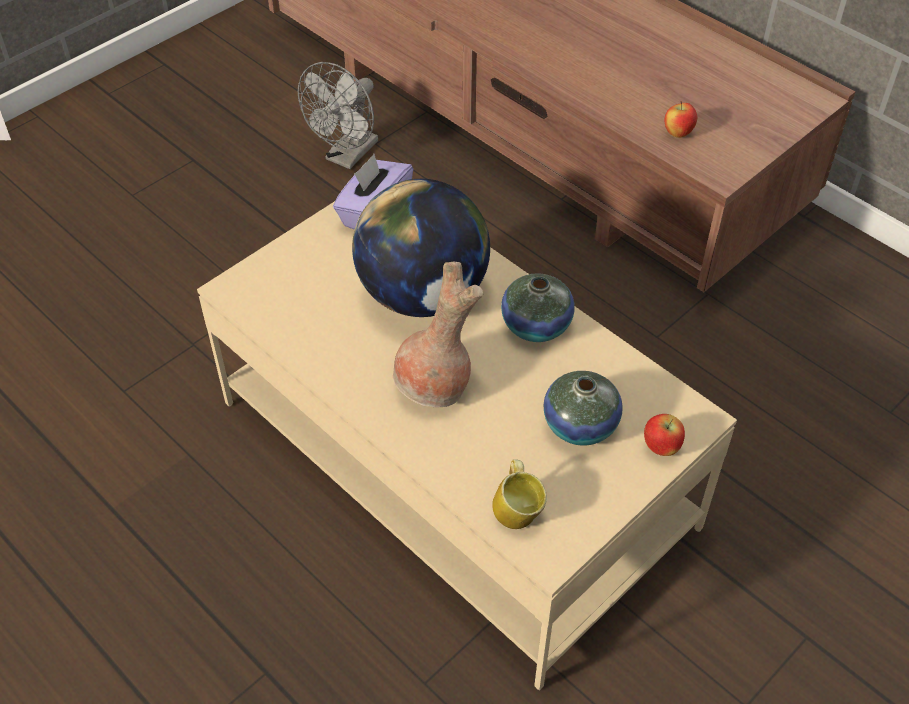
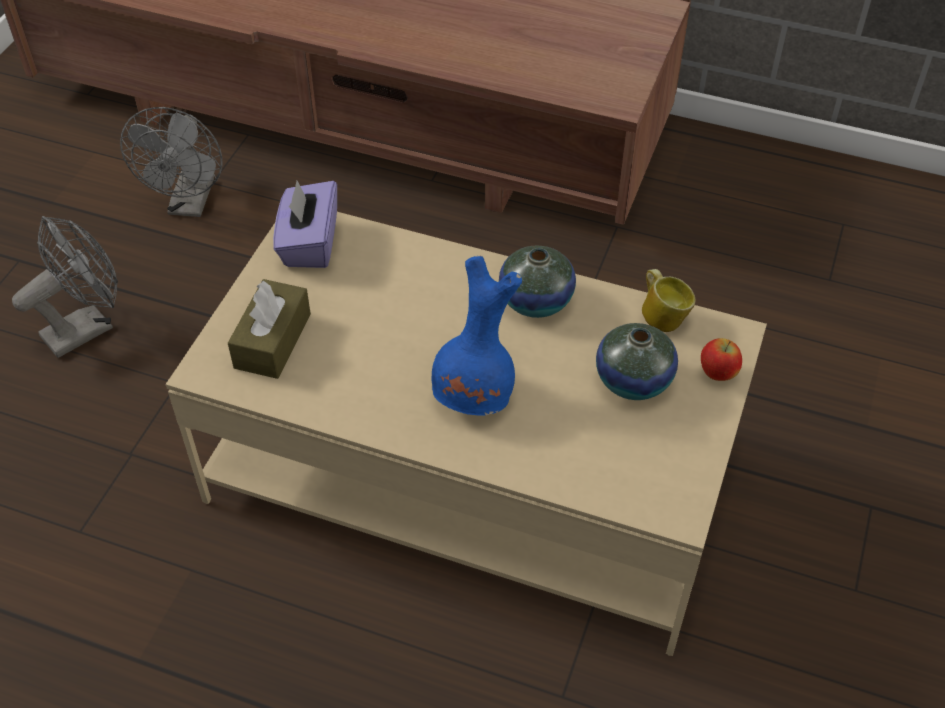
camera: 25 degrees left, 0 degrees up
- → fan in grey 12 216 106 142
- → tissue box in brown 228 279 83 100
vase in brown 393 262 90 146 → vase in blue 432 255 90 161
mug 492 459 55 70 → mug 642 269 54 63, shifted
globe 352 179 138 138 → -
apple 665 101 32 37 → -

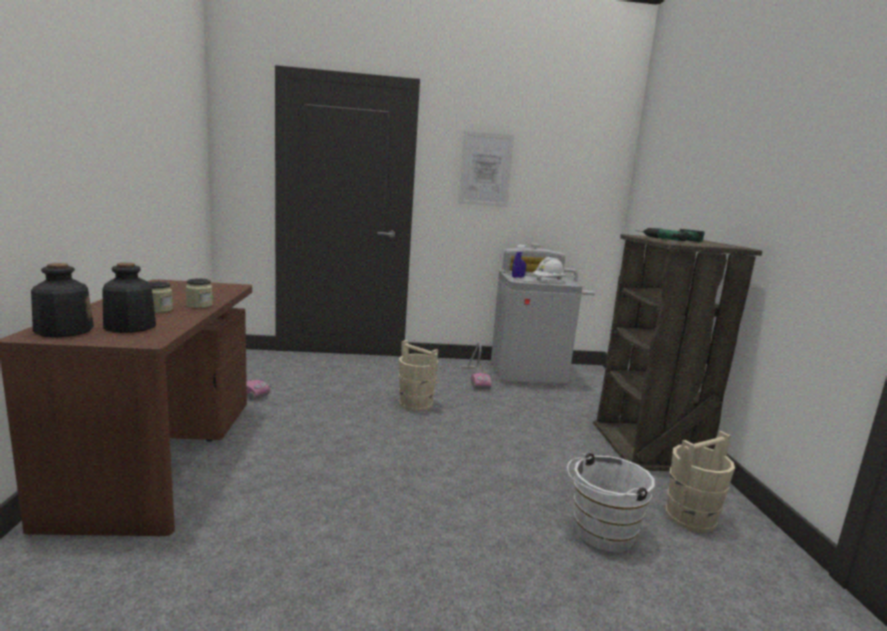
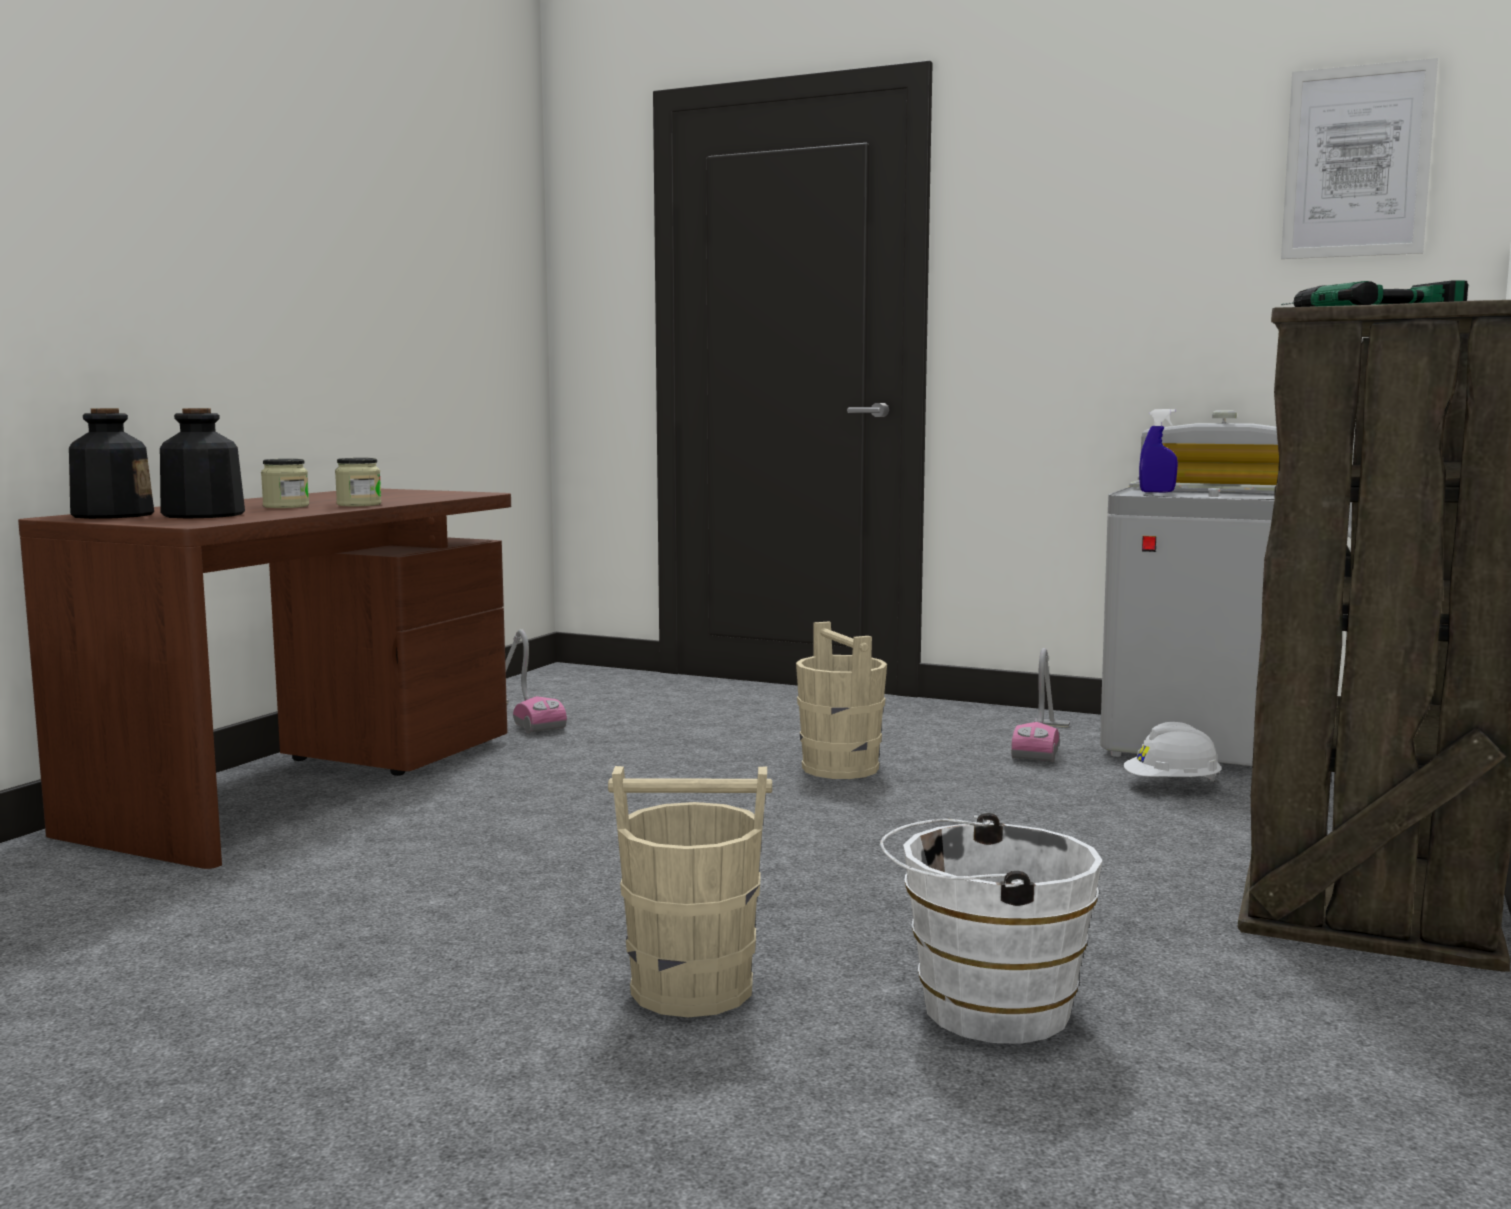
camera: 30 degrees right, 5 degrees down
bucket in beige 666 431 69 102 → bucket in beige 608 766 164 251, shifted
hard hat in white 533 257 32 23 → hard hat in white 1124 722 98 62, shifted
picture 458 131 56 76 → picture 1281 58 157 201, shifted

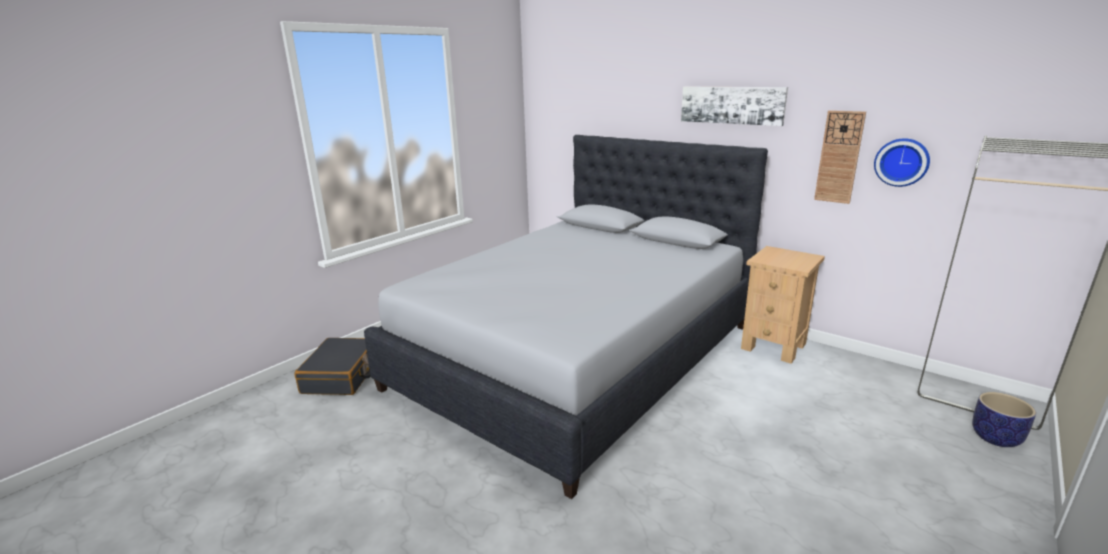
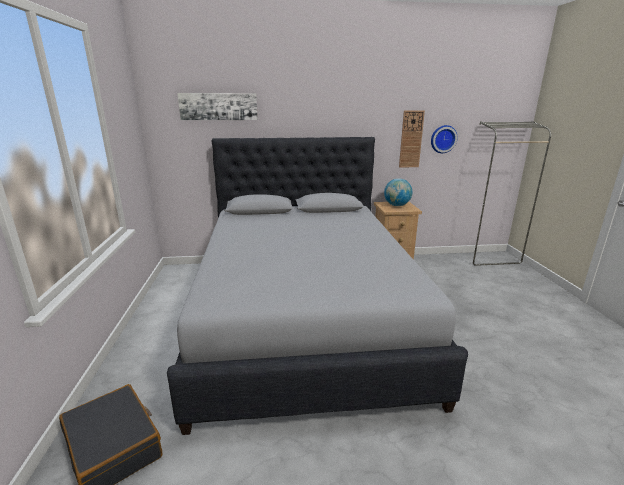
camera: 45 degrees left, 0 degrees up
picture 681 87 107 39 → picture 177 93 81 27, shifted
- → globe 384 178 29 28
planter 972 392 64 55 → -

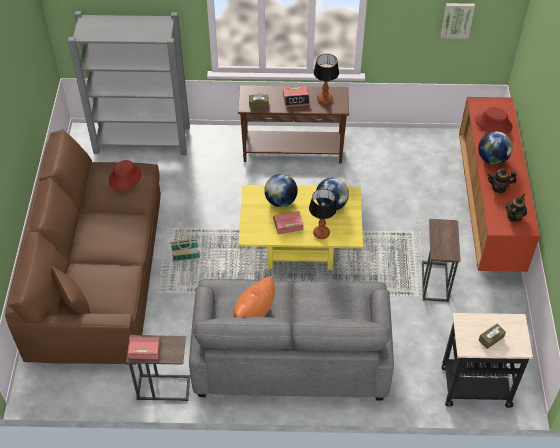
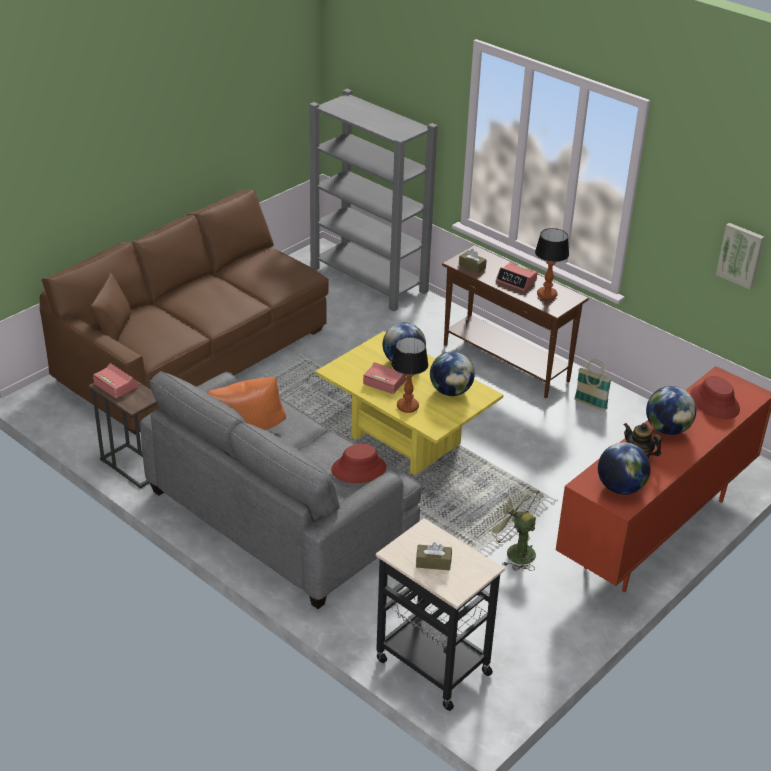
camera: 40 degrees right, 15 degrees down
hat in red 109 160 33 31 → hat in red 331 444 56 39, shifted
side table in brown 422 219 38 83 → fan in green 487 484 55 87
basket 170 232 30 30 → basket 574 359 38 52, shifted
teapot 506 193 21 29 → globe 598 442 53 53

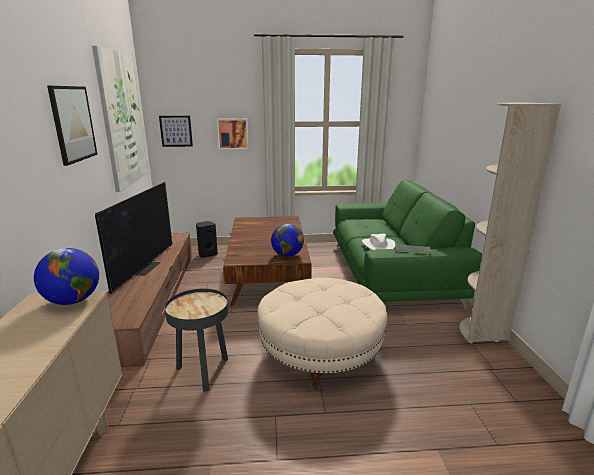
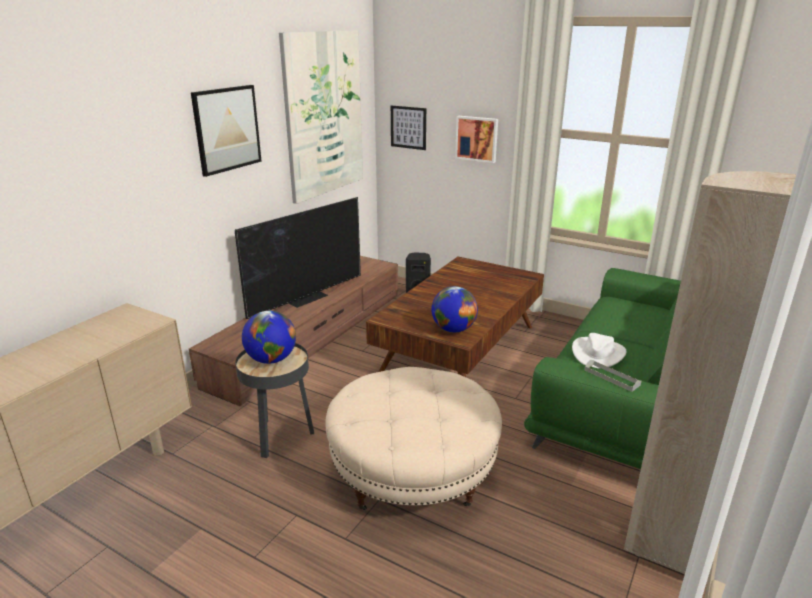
camera: 35 degrees right, 5 degrees up
globe 34 248 65 57 → globe 242 310 54 54, shifted

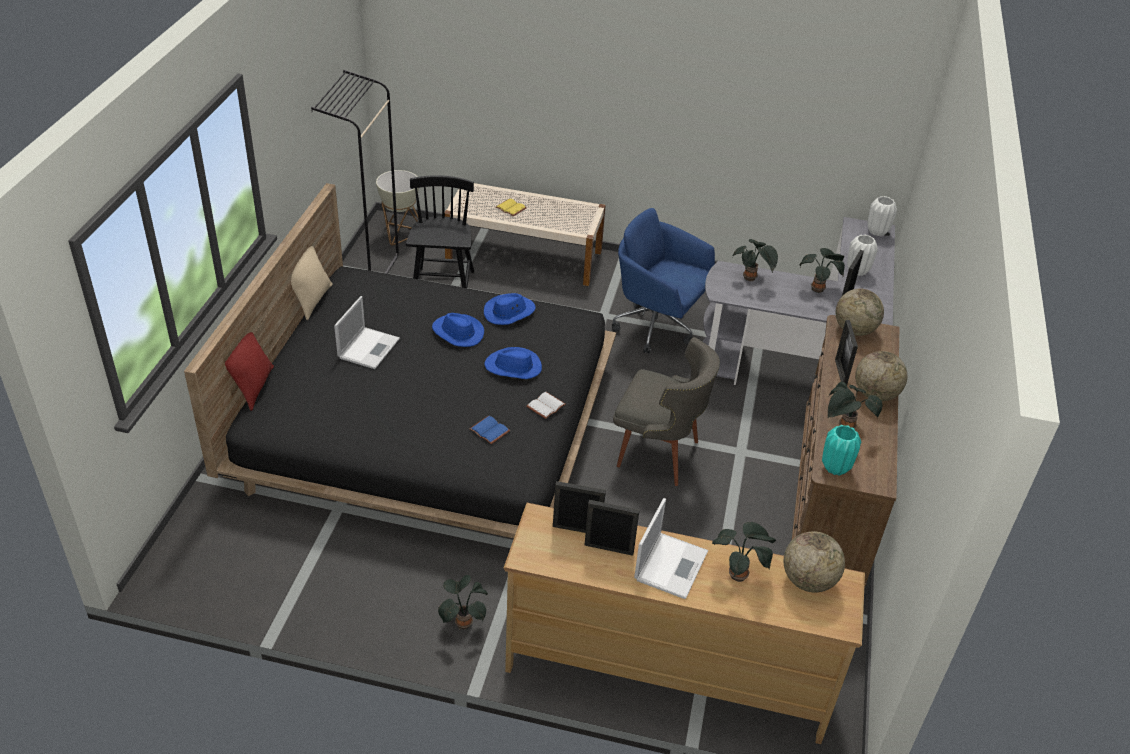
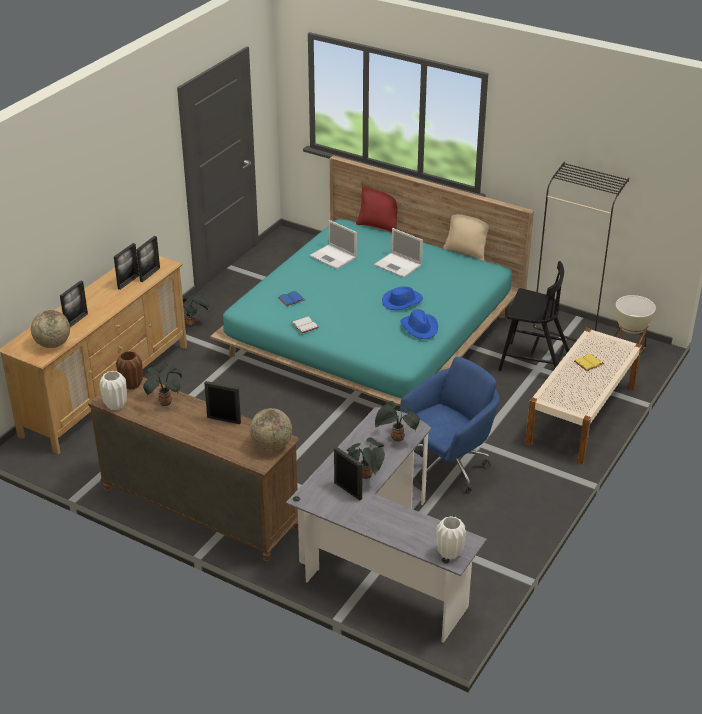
camera: 110 degrees right, 5 degrees down
potted plant 712 522 64 60 → picture frame 60 280 28 47
vase in white 847 235 31 41 → vase in white 99 371 28 39, shifted
vase in turquoise 822 425 39 51 → vase in brown 116 351 27 39
bed in black 184 183 432 355 → bed in turquoise 210 155 324 251
laptop 634 498 74 101 → laptop 310 220 47 49, shifted
hat in blue 485 347 57 32 → -
chair in grey 613 337 107 149 → -
globe 855 351 52 50 → -

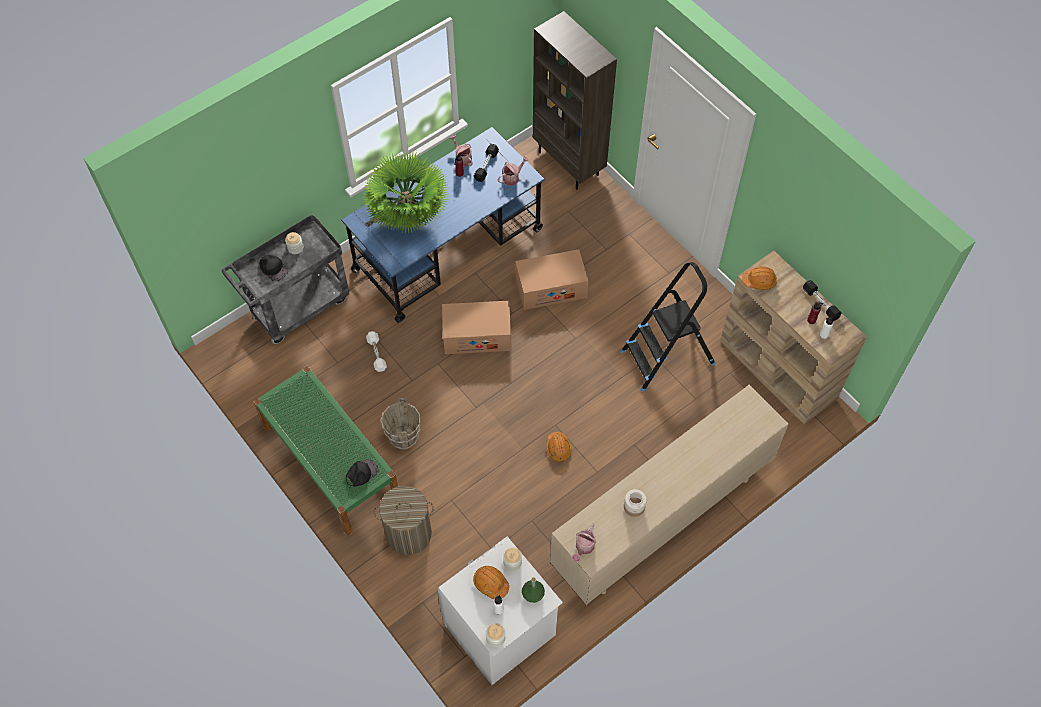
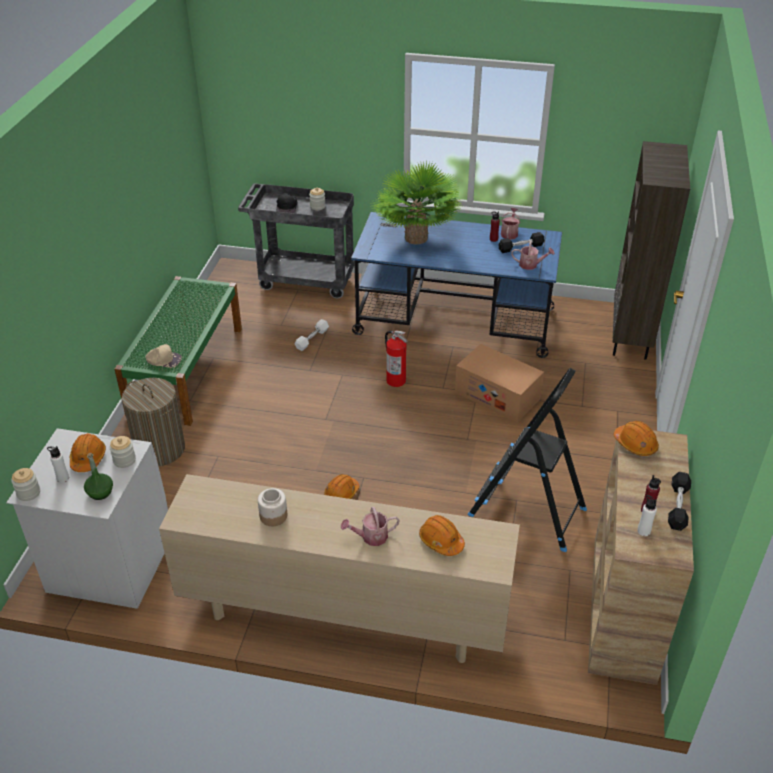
camera: 50 degrees right, 20 degrees down
cap in black 346 459 33 27 → cap in beige 145 344 37 24
watering can 572 524 24 38 → watering can 341 507 59 39, shifted
cardboard box 442 301 69 53 → fire extinguisher 385 330 22 57
- → hard hat in orange 419 515 46 41
bucket in brown 381 398 39 52 → -

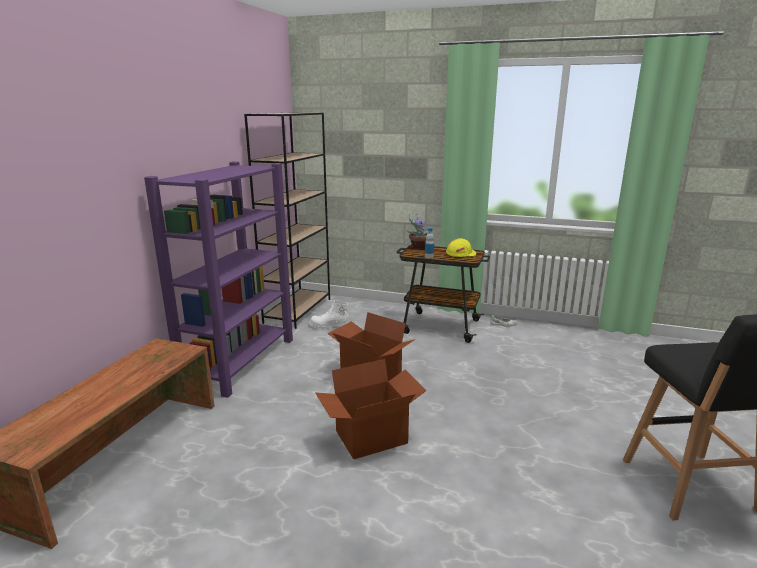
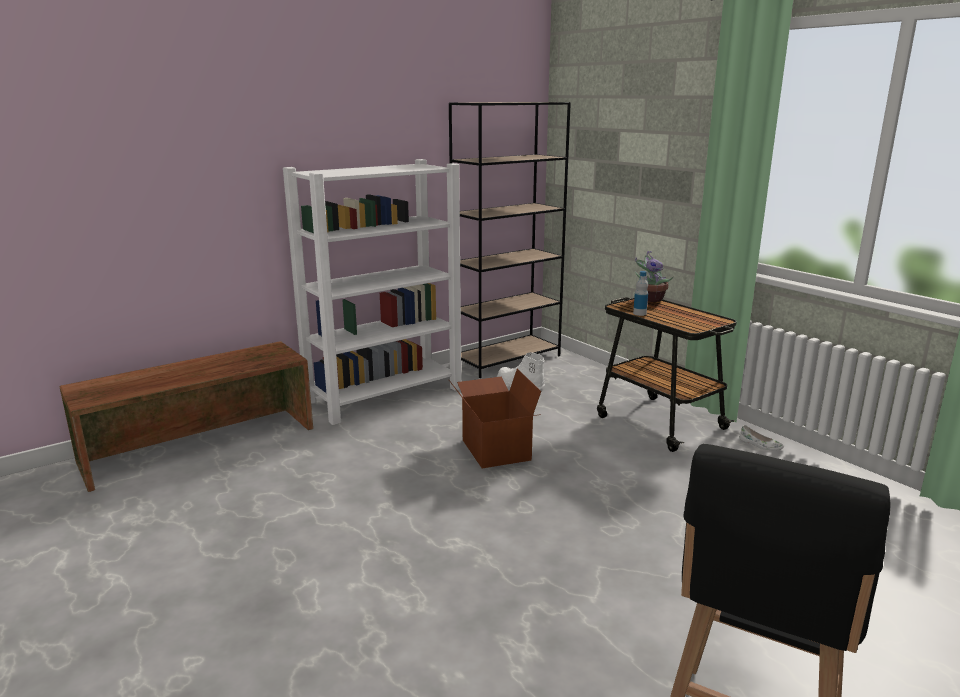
camera: 35 degrees right, 0 degrees up
bookcase in purple 144 161 149 237 → bookcase in white 283 159 178 266
cardboard box 315 359 112 100 → -
hard hat in yellow 446 238 30 20 → -

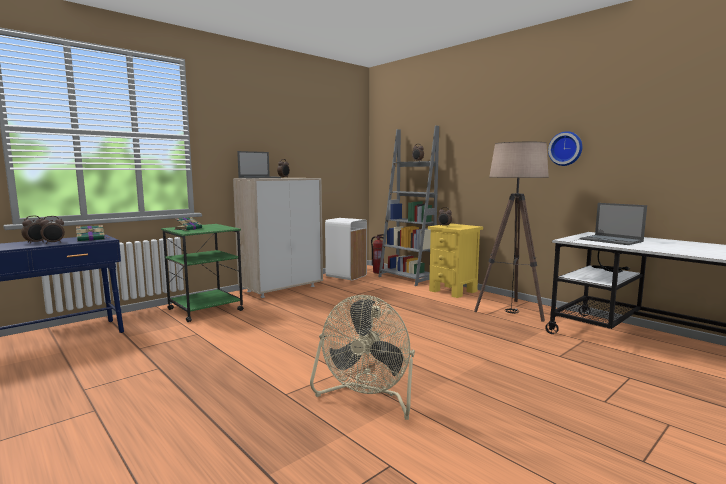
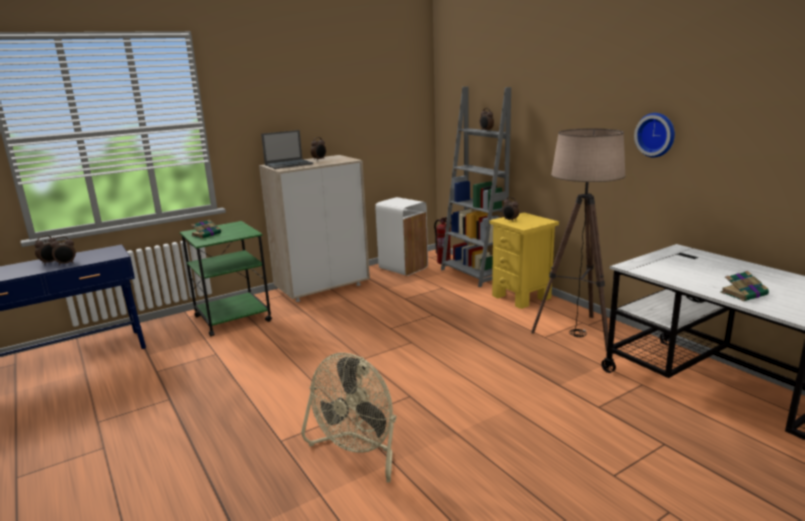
camera: 10 degrees right, 10 degrees up
book 76 225 34 16 → book 720 271 49 30, shifted
laptop 580 203 67 42 → -

